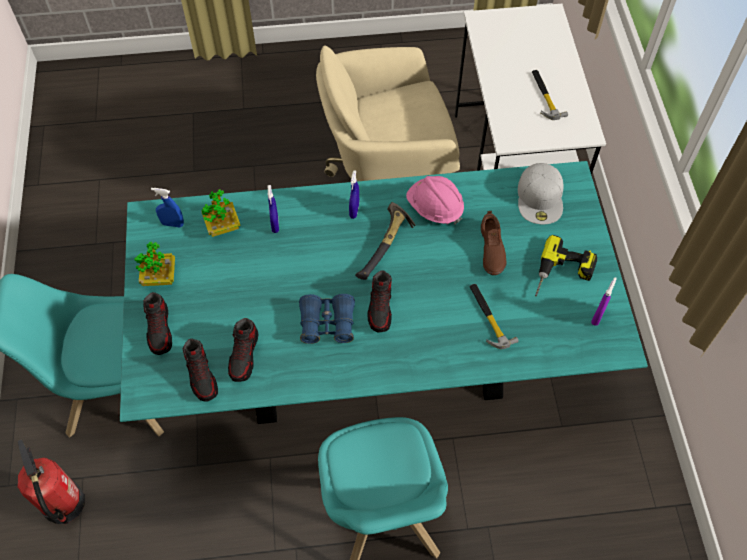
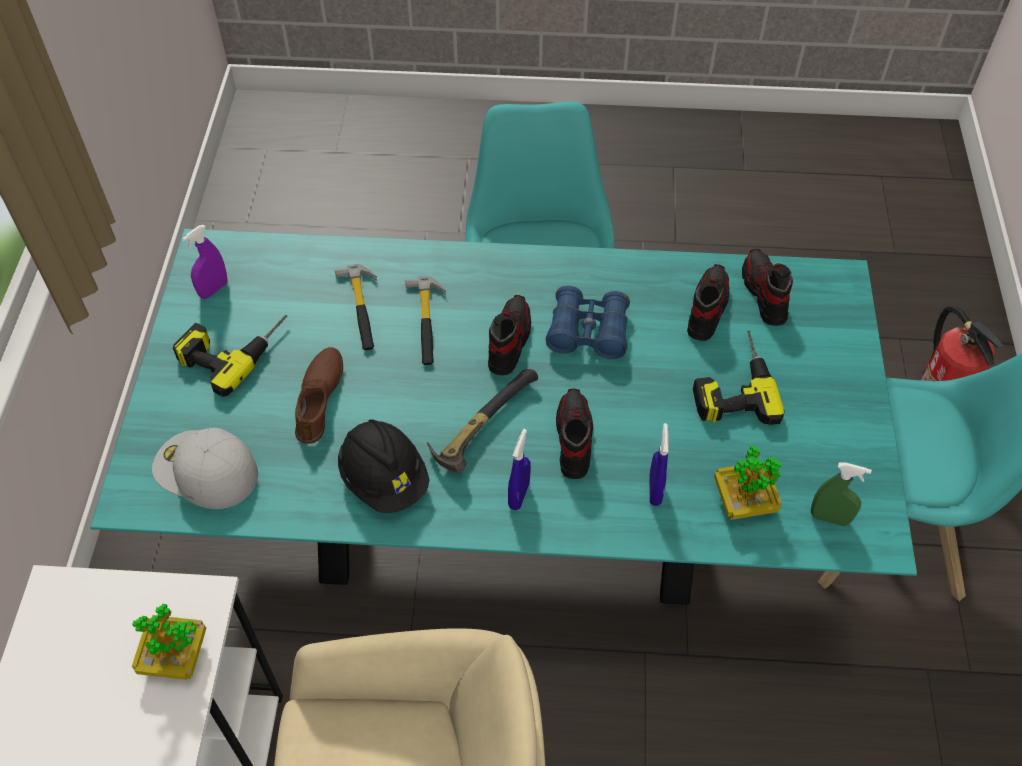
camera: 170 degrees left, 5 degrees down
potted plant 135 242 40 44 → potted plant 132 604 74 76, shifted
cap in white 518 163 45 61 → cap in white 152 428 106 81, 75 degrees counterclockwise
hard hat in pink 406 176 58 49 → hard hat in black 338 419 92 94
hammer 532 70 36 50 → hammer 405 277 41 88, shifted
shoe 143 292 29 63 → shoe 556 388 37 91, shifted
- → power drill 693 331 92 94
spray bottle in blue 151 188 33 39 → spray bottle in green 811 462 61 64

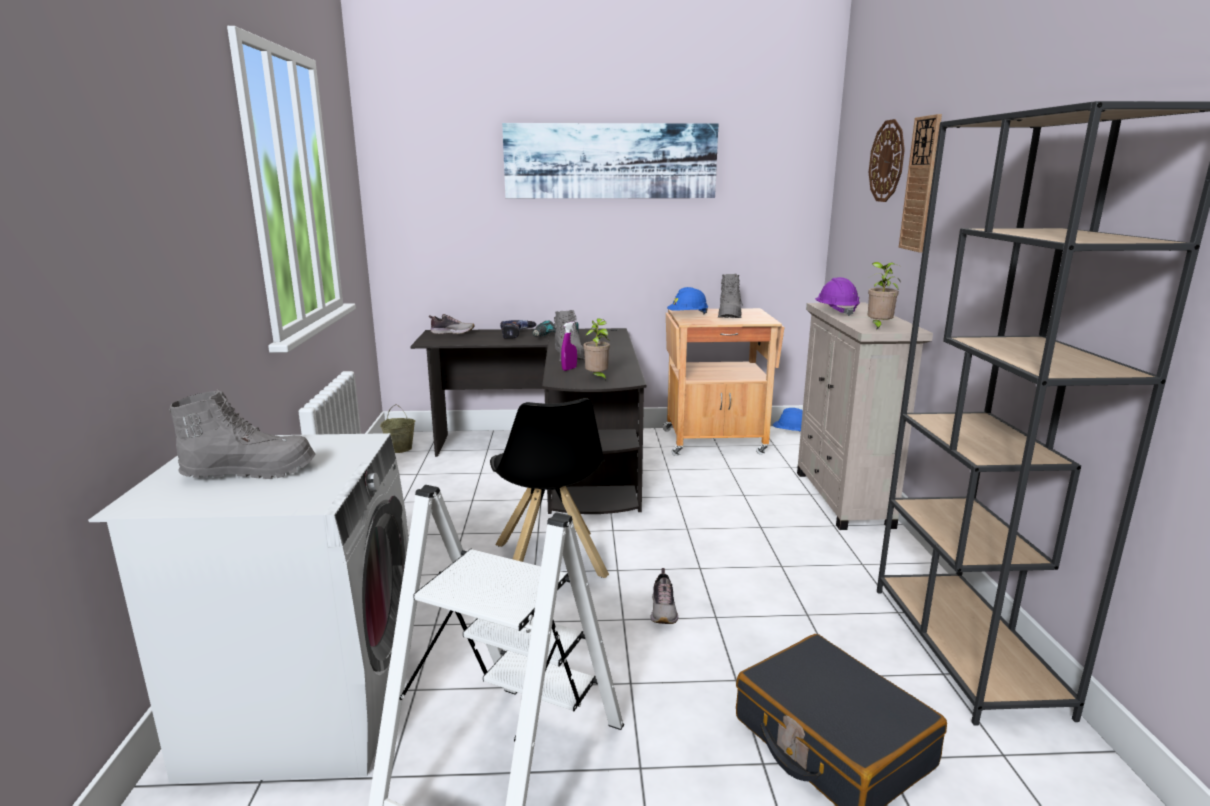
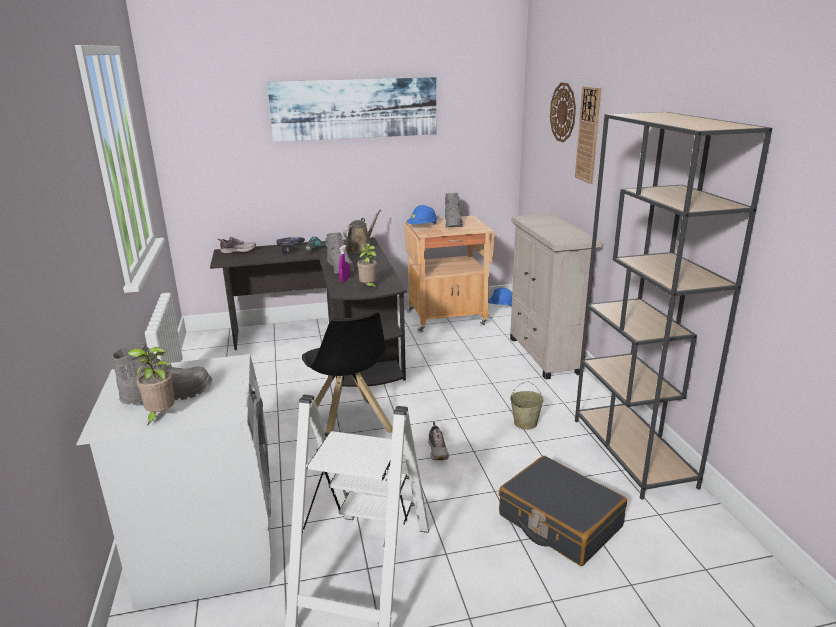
camera: 10 degrees left, 5 degrees up
potted plant 868 262 33 68 → potted plant 127 347 48 79, shifted
- → watering can in brown 343 210 38 44
bucket in beige 380 404 35 49 → bucket in beige 510 381 34 49, shifted
hard hat in purple 815 277 45 39 → -

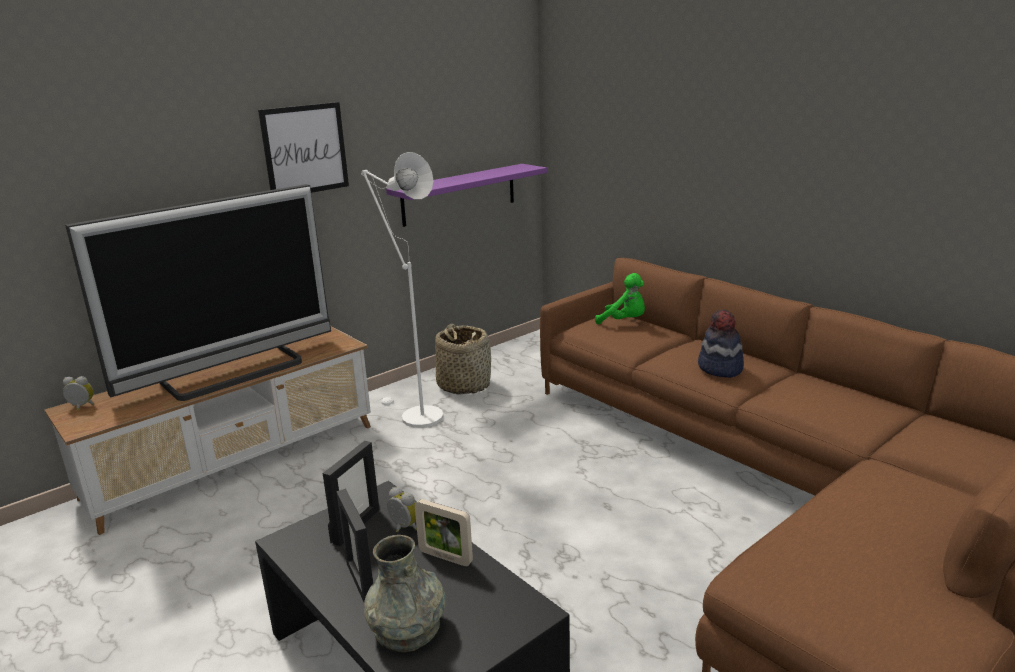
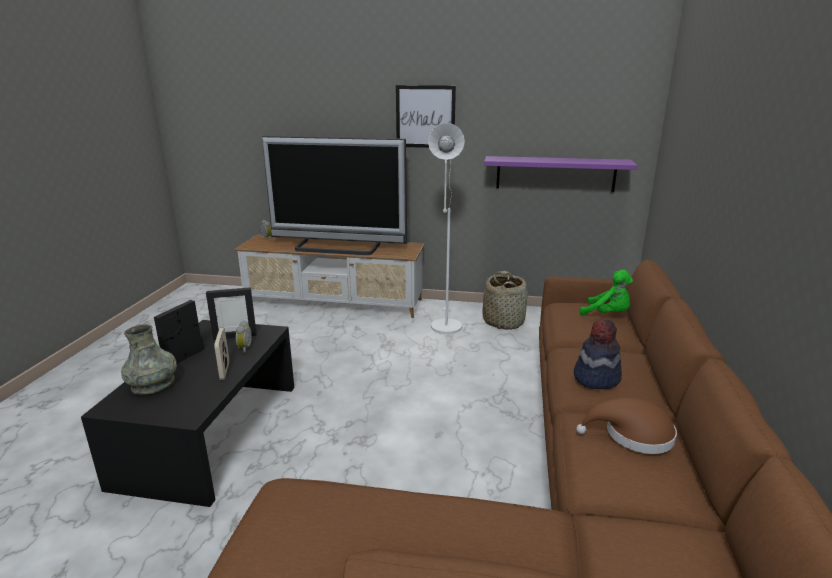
camera: 50 degrees right, 0 degrees up
- → hat in brown 576 398 101 56
plush toy in green 595 273 50 51 → plush toy in green 580 270 53 46, 45 degrees counterclockwise

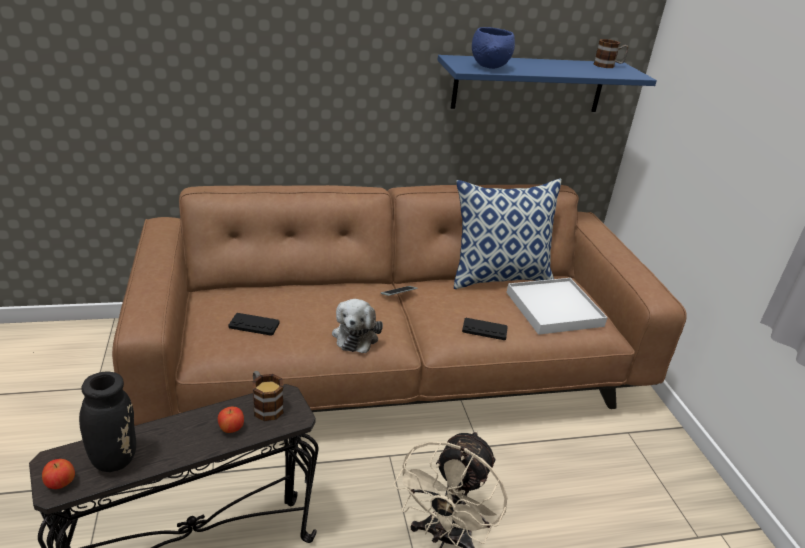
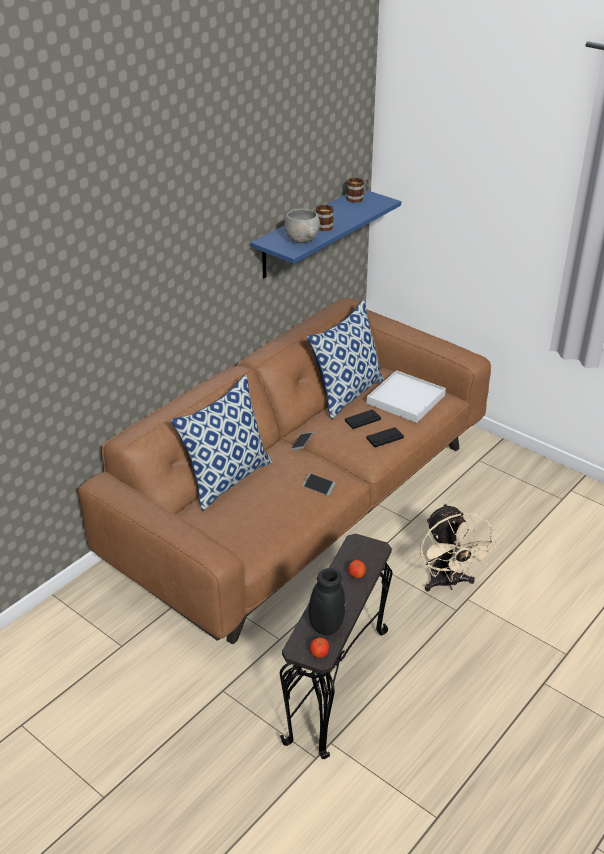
camera: 35 degrees left, 5 degrees up
- → pillow 171 374 102 137
bowl in blue 472 27 43 42 → bowl in grey 285 208 35 35
plush toy 332 299 51 54 → phone 302 473 34 23
mug 252 371 32 50 → mug 309 205 25 26, shifted
game controller in black 228 313 52 23 → game controller in black 345 410 36 19, shifted

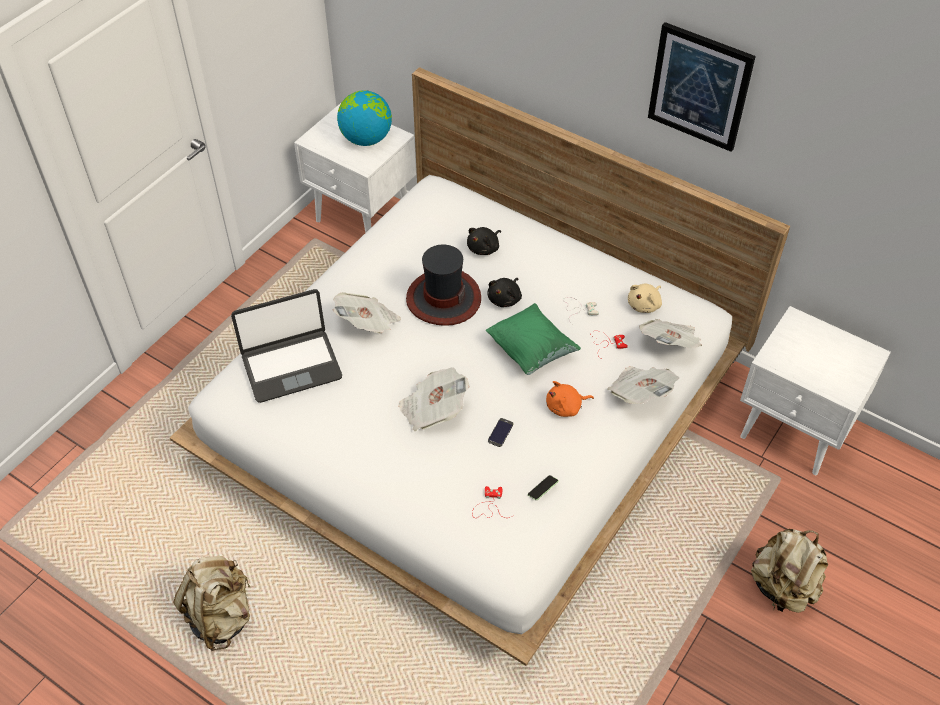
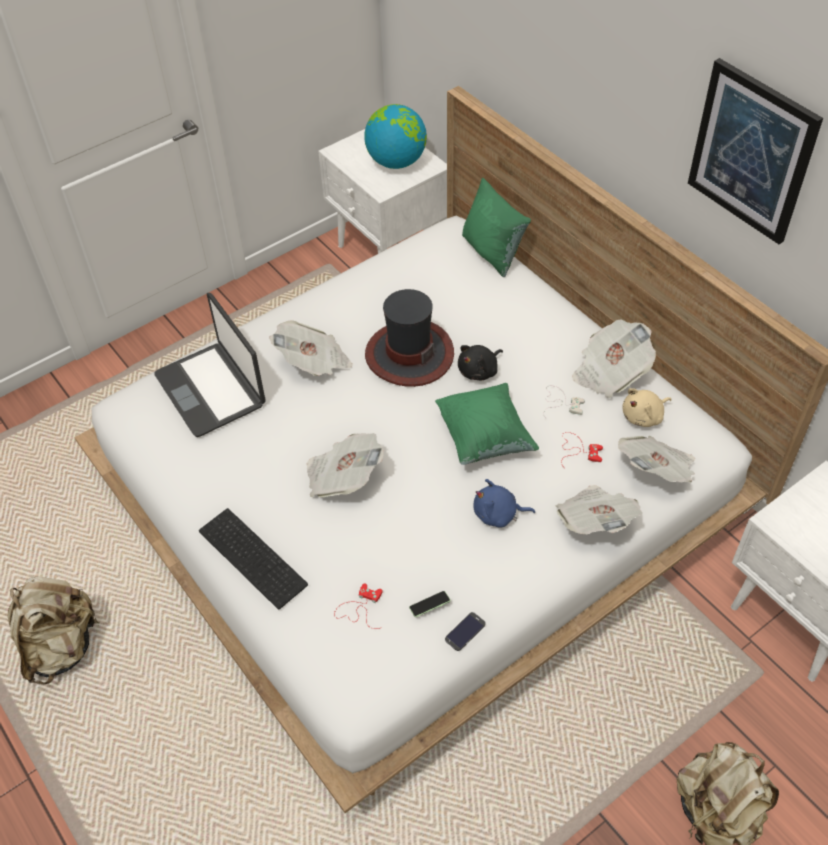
camera: 20 degrees right, 0 degrees up
laptop 231 289 111 114 → laptop 155 293 110 144, 60 degrees clockwise
- → keyboard 199 508 109 101
phone 488 418 25 29 → phone 445 612 41 39, shifted
- → pillow in green 462 178 69 99
plush toy in orange 546 381 48 36 → plush toy in blue 473 479 62 49
- → newspaper 572 319 84 79
plush toy in black 467 227 34 28 → -

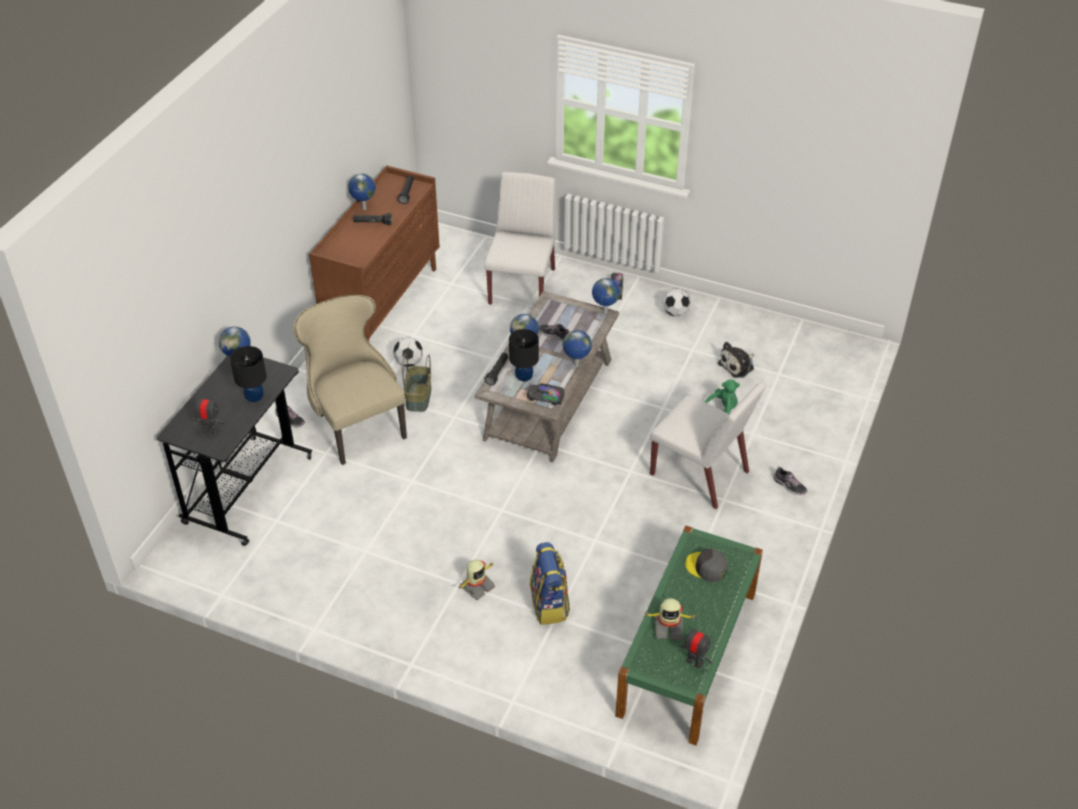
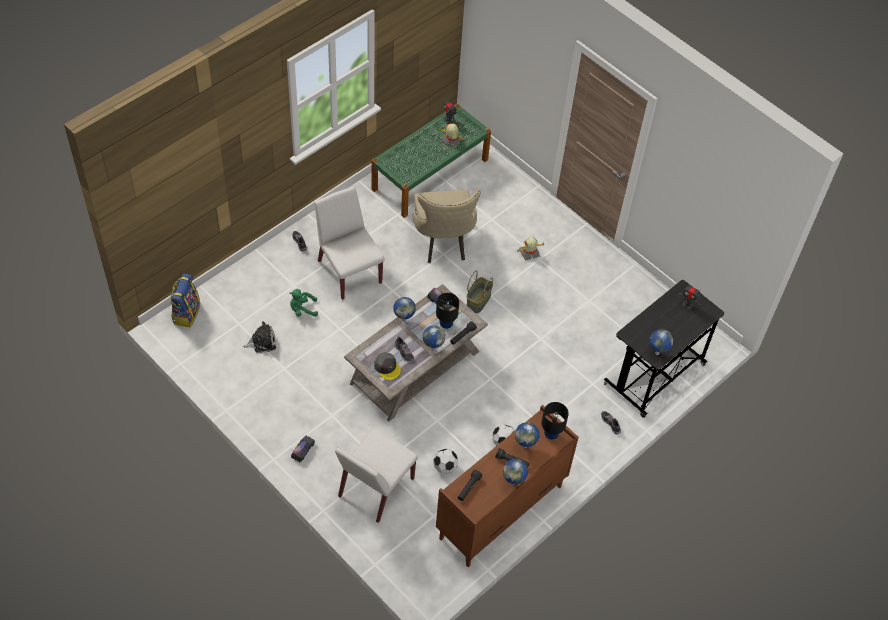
camera: 160 degrees left, 10 degrees up
backpack 530 542 40 83 → backpack 171 274 29 53, shifted
cap in grey 685 549 43 33 → cap in grey 374 353 27 27, shifted
chair in beige 293 295 114 170 → chair in beige 413 190 68 73, shifted
football 662 288 29 29 → football 433 449 25 25, shifted
basket 402 353 29 59 → basket 467 270 26 43, shifted
globe 592 278 28 36 → globe 515 422 25 26, shifted
table lamp in black 230 346 37 56 → table lamp in black 542 402 27 38, shifted

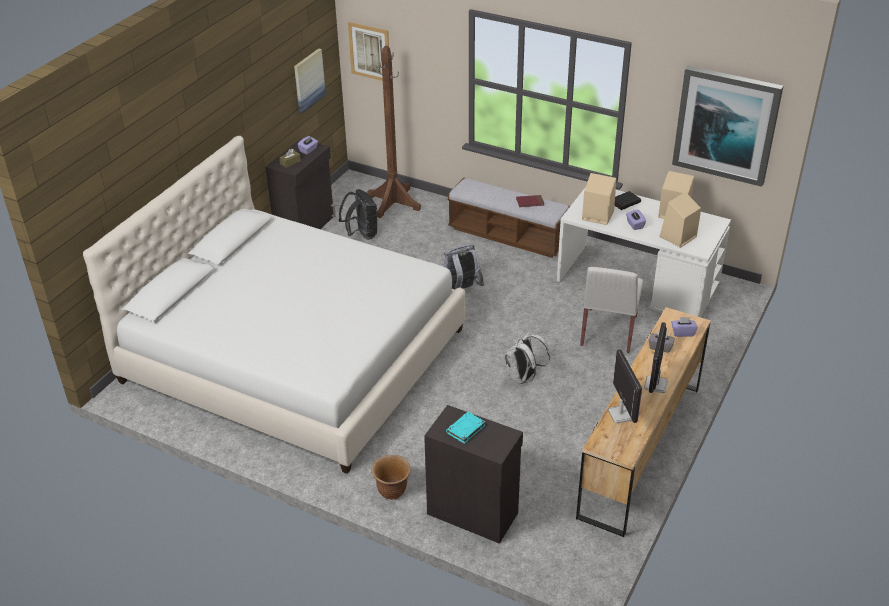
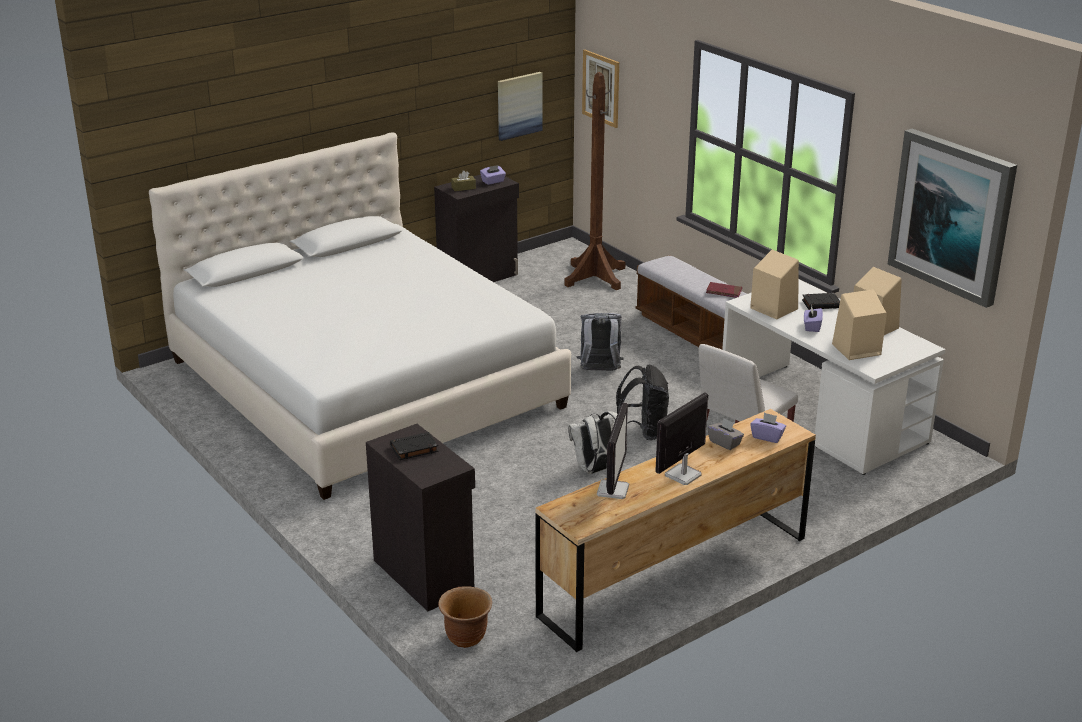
camera: 25 degrees right, 10 degrees down
book in turquoise 446 412 39 32 → book in black 390 432 48 28
planter in brown 371 455 40 45 → planter in brown 438 586 54 62, shifted
backpack in black 339 189 39 51 → backpack in black 616 365 53 75, shifted

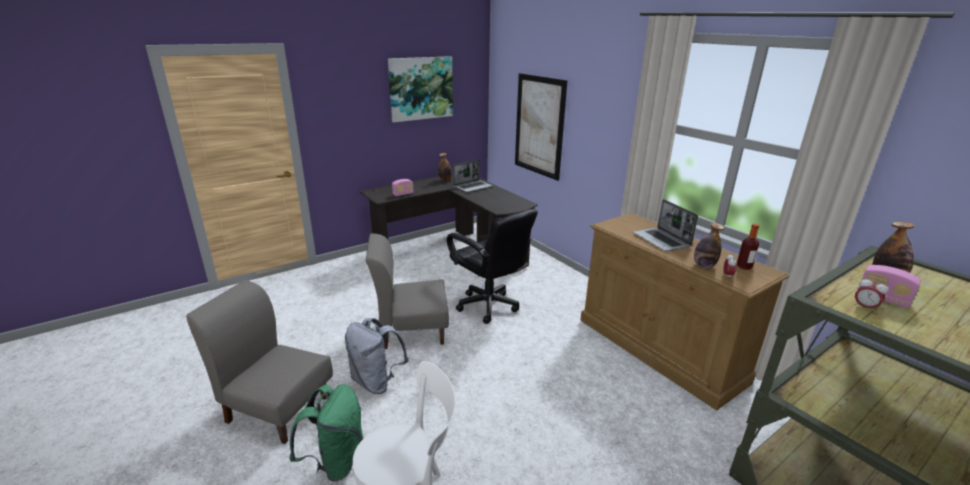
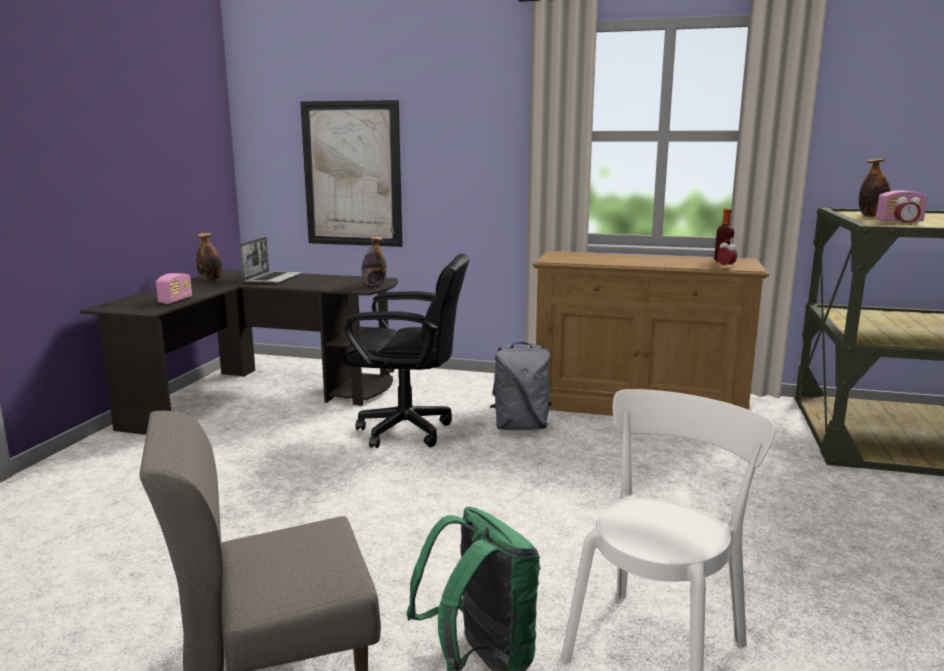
camera: 40 degrees left, 10 degrees down
bottle 694 223 30 45 → bottle 361 237 25 49, shifted
backpack in grey 345 318 64 76 → backpack in grey 490 342 62 88, shifted
chair in grey 366 234 83 115 → -
picture 388 56 65 66 → -
laptop 633 199 65 53 → -

